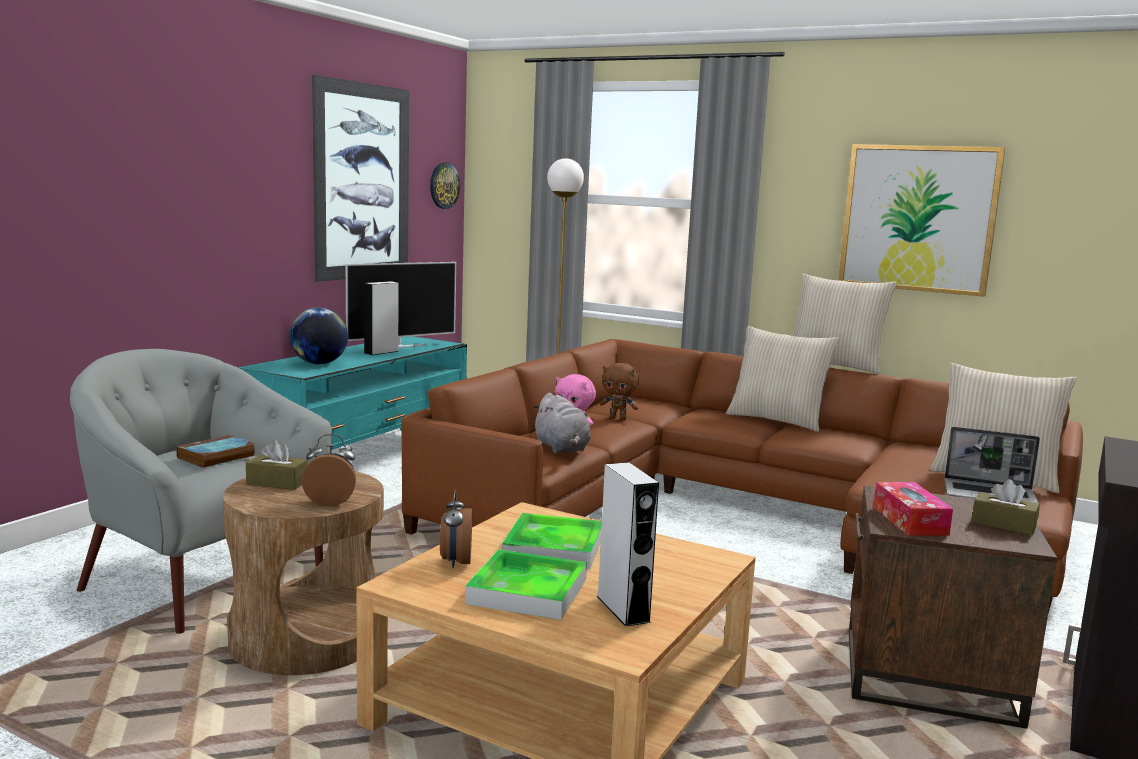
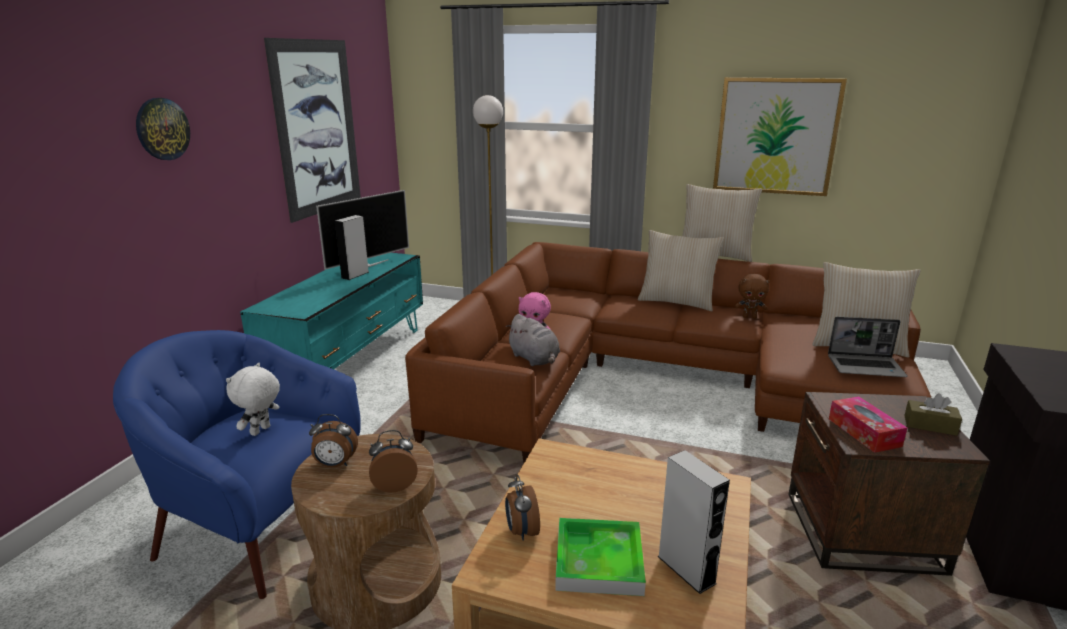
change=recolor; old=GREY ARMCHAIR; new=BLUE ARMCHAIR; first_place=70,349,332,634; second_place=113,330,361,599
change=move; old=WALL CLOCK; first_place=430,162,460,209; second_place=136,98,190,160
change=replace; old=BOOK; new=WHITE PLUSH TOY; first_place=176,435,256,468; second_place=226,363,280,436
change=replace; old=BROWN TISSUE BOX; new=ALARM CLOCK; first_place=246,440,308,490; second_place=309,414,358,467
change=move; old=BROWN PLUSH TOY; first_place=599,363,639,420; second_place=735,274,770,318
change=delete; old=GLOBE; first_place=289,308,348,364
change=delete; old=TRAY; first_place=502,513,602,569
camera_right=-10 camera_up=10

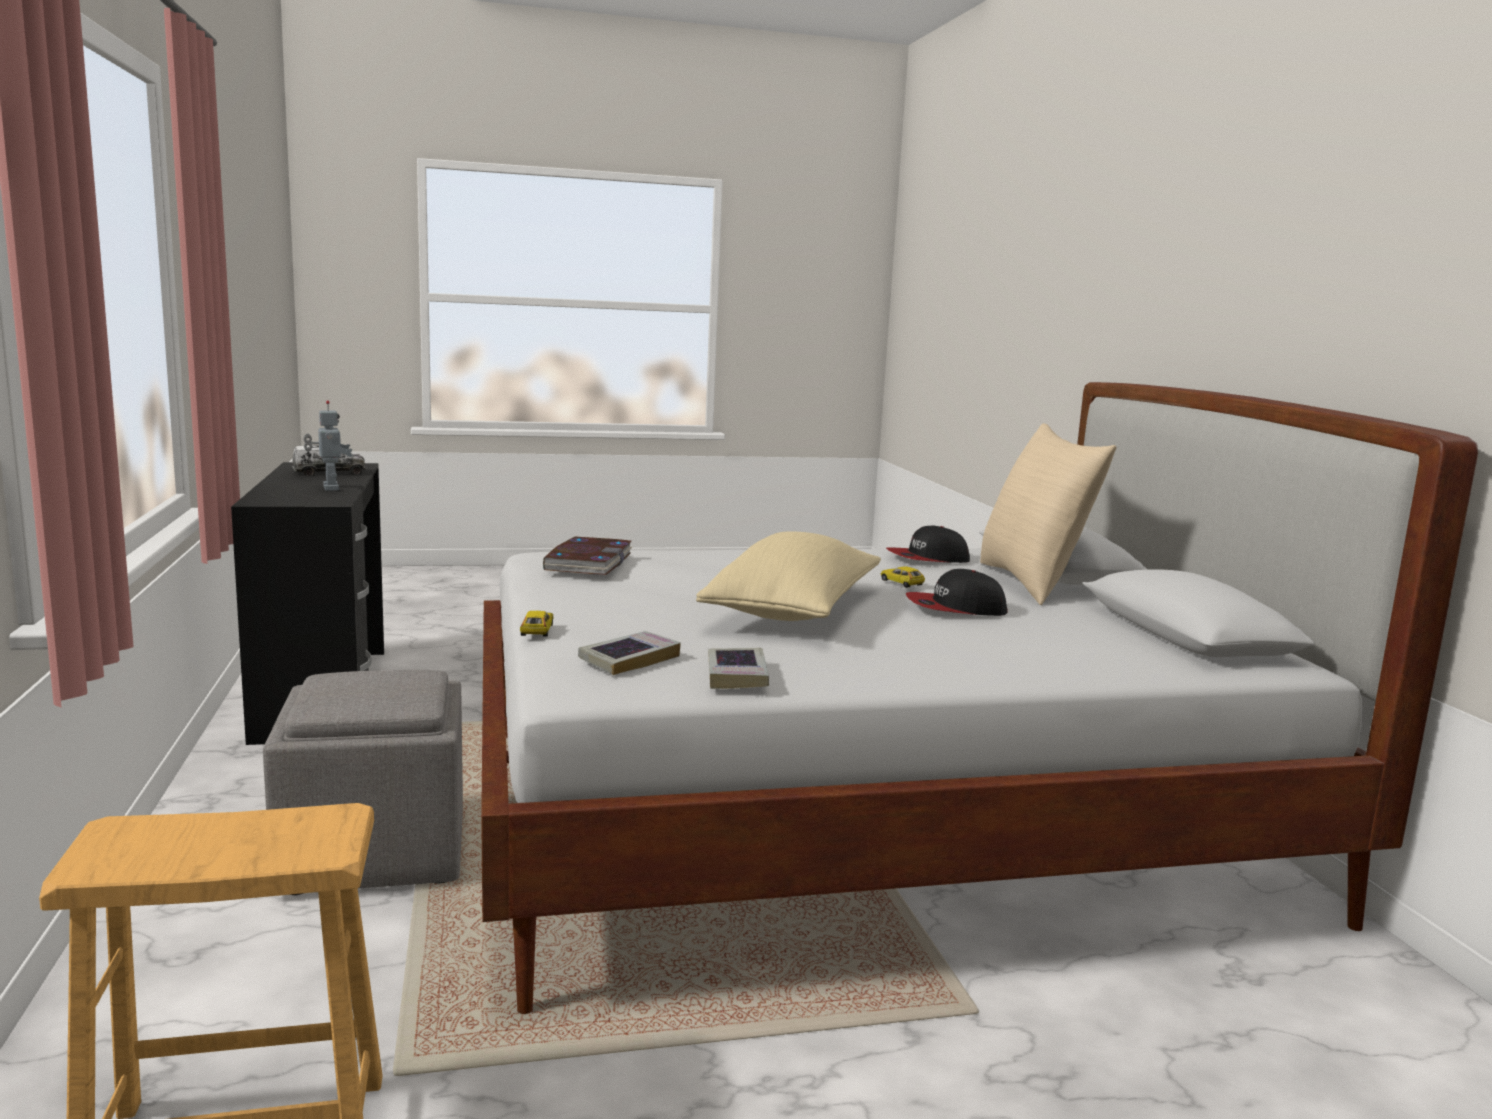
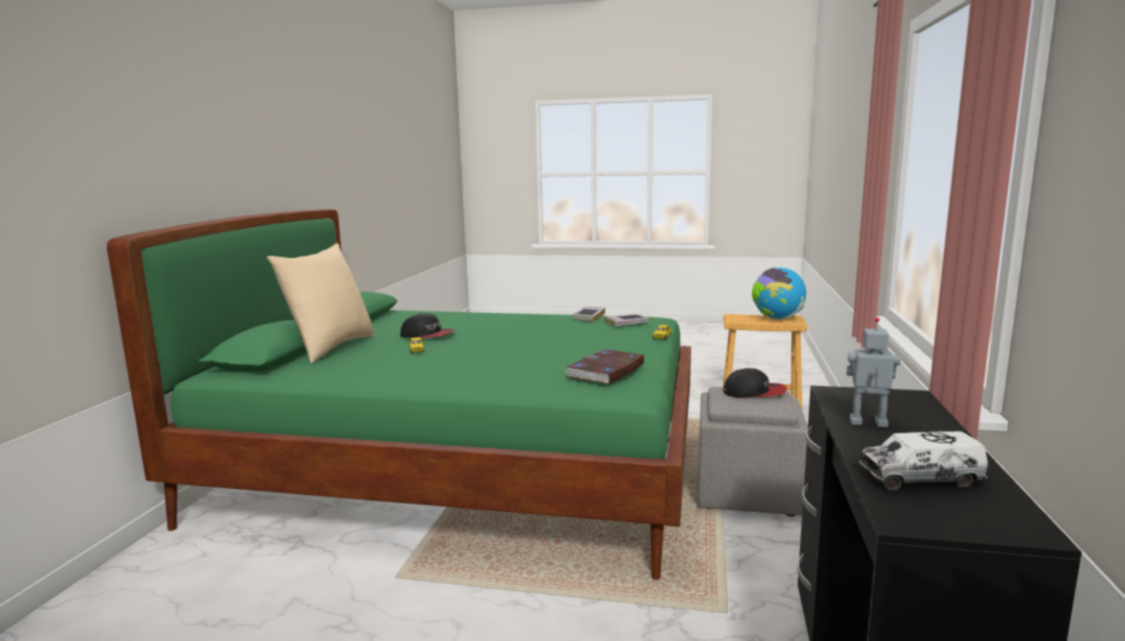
change=recolor; old=WHITE BED; new=GREEN BED; first_place=481,382,1478,1014; second_place=107,209,691,580
change=move; old=CAP; first_place=886,526,970,563; second_place=723,368,787,398
change=insert; new=GLOBE; second_place=752,268,806,320
change=rotate; old=TOY ROBOT; first_place=304,401,352,491; second_place=846,318,901,428; degrees=105
change=delete; old=BEIGE PILLOW; first_place=696,532,881,621
camera_right=-155 camera_up=0

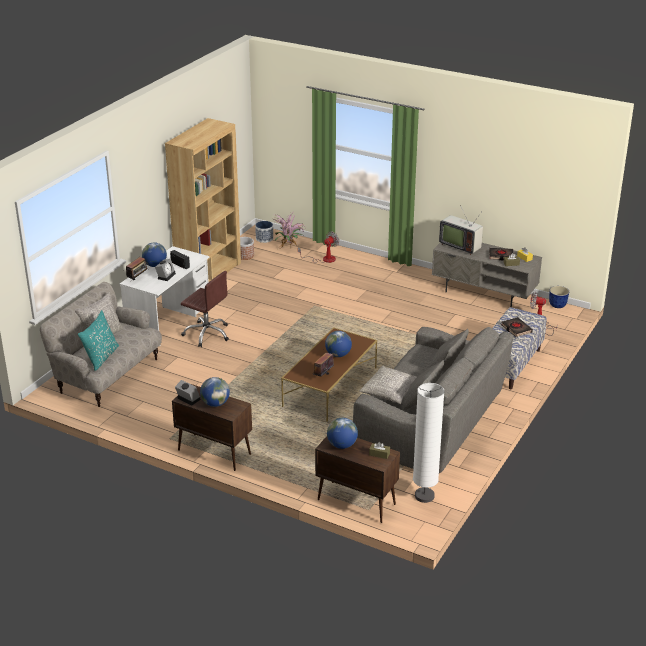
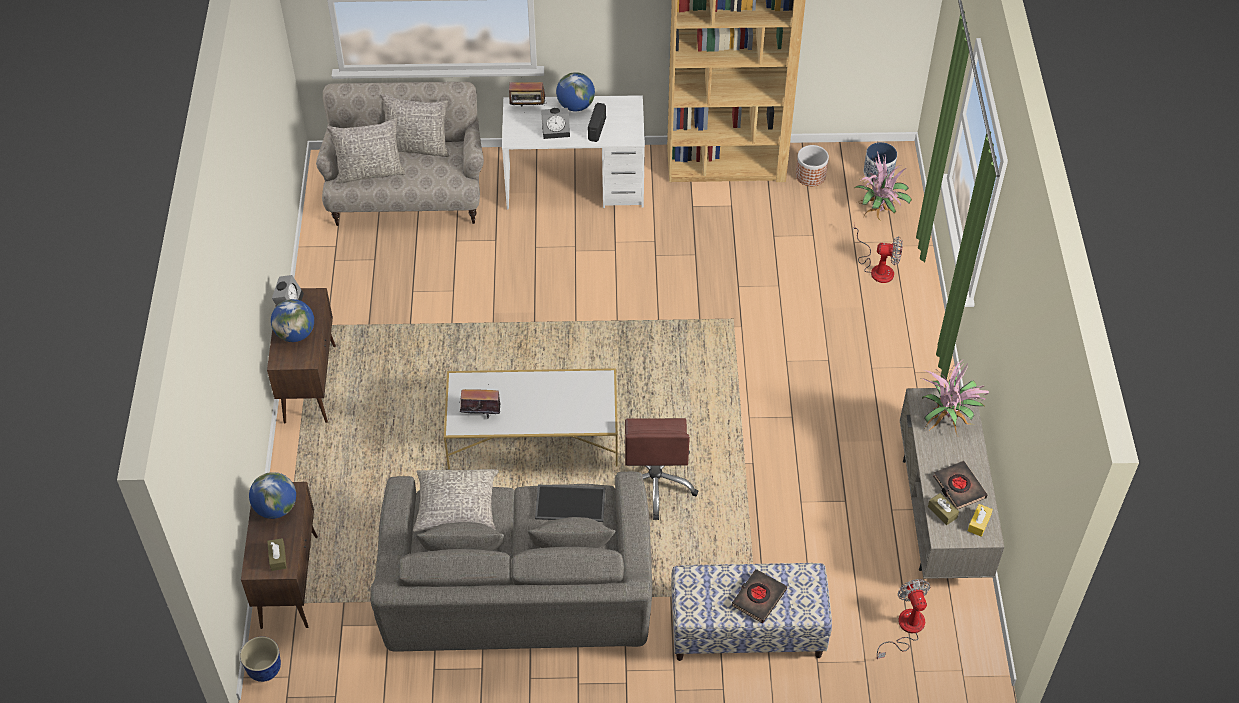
change=move; old=PLANTER; first_place=549,286,569,308; second_place=240,637,281,682
change=recolor; old=TURQUOISE PILLOW; new=GREY PILLOW; first_place=78,310,119,371; second_place=327,118,406,183
change=recolor; old=BROWN COFFEE TABLE; new=WHITE COFFEE TABLE; first_place=281,327,377,422; second_place=444,368,618,469
change=insert; new=TRAY; second_place=535,484,605,522
change=move; old=BROWN OFFICE CHAIR; first_place=181,271,229,347; second_place=625,418,699,520
change=replace; old=TELEVISION; new=POTTED PLANT; first_place=439,205,483,255; second_place=921,359,989,436
change=delete; old=GLOBE; first_place=325,331,352,357
change=delete; old=WHITE FLOOR LAMP; first_place=413,383,444,503
camera_right=60 camera_up=20

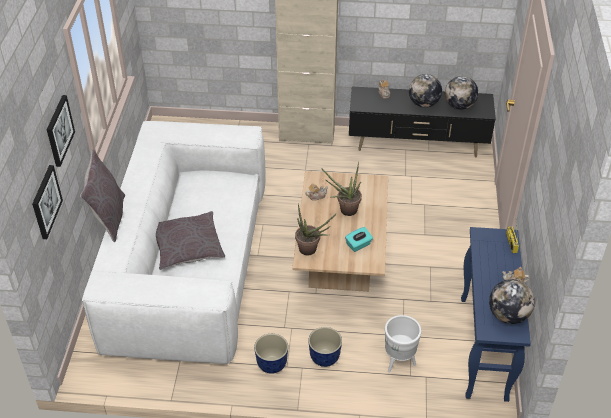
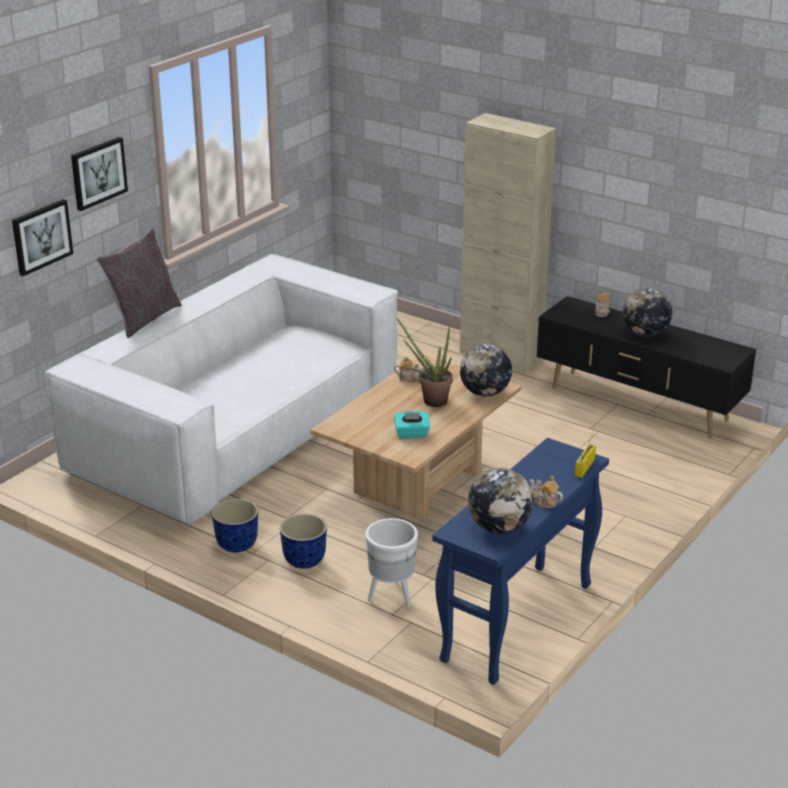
change=move; old=GLOBE; first_place=445,76,478,110; second_place=460,344,512,397
change=delete; old=GREY PILLOW; first_place=156,211,225,270
change=delete; old=POTTED PLANT; first_place=295,203,337,255
camera_right=30 camera_up=-15

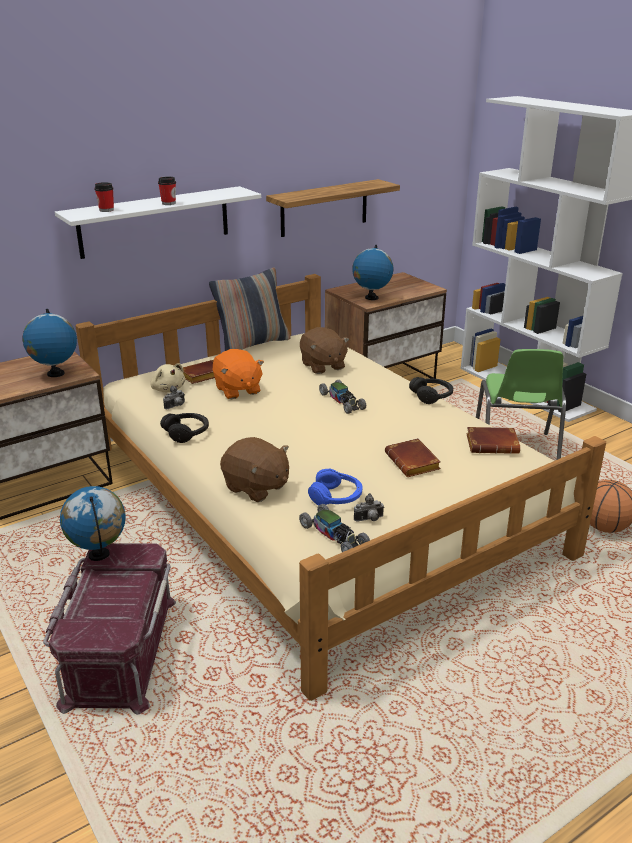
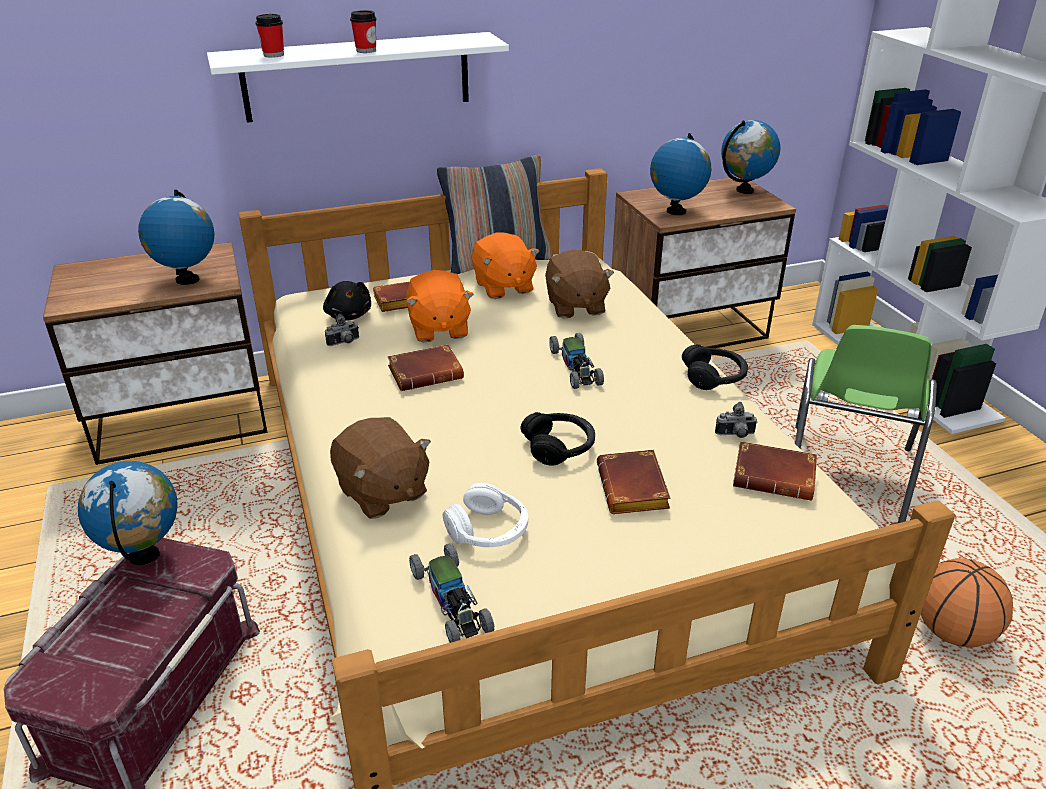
change=recolor; old=BEIGE PLUSH TOY; new=BLACK PLUSH TOY; first_place=150,363,185,392; second_place=323,281,371,321
change=insert; new=BROWN BOOK; second_place=388,345,464,391
change=recolor; old=BLUE HEADPHONES; new=WHITE HEADPHONES; first_place=308,469,362,506; second_place=443,483,528,547
change=insert; new=ORANGE PLUSH TOY; second_place=472,232,540,299
change=move; old=BLACK HEADPHONES; first_place=160,413,209,443; second_place=521,412,595,466
change=move; old=PHOTO CAMERA; first_place=354,493,384,521; second_place=715,402,757,438
change=insert; new=GLOBE; second_place=721,120,780,194
change=delete; old=SHELF; first_place=266,179,400,237
camera_right=15 camera_up=5

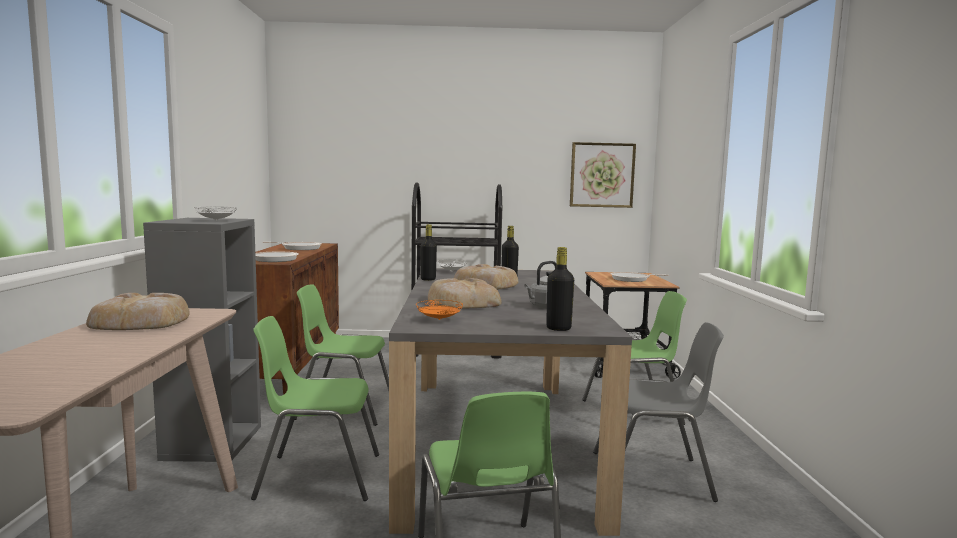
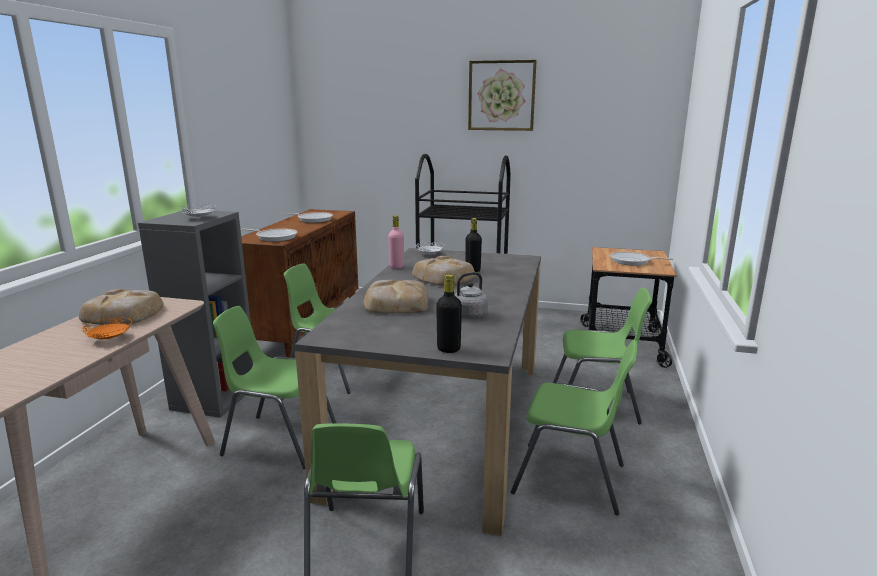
change=move; old=ORANGE PLATE; first_place=416,300,463,320; second_place=81,317,132,339
change=recolor; old=BLACK BOTTLE; new=PINK BOTTLE; first_place=420,224,437,281; second_place=388,215,404,269
change=move; old=PICTURE; first_place=570,142,636,208; second_place=468,60,537,131
change=recolor; old=GREY CHAIR; new=GREEN CHAIR; first_place=593,322,724,502; second_place=511,340,638,515
camera_right=15 camera_up=10

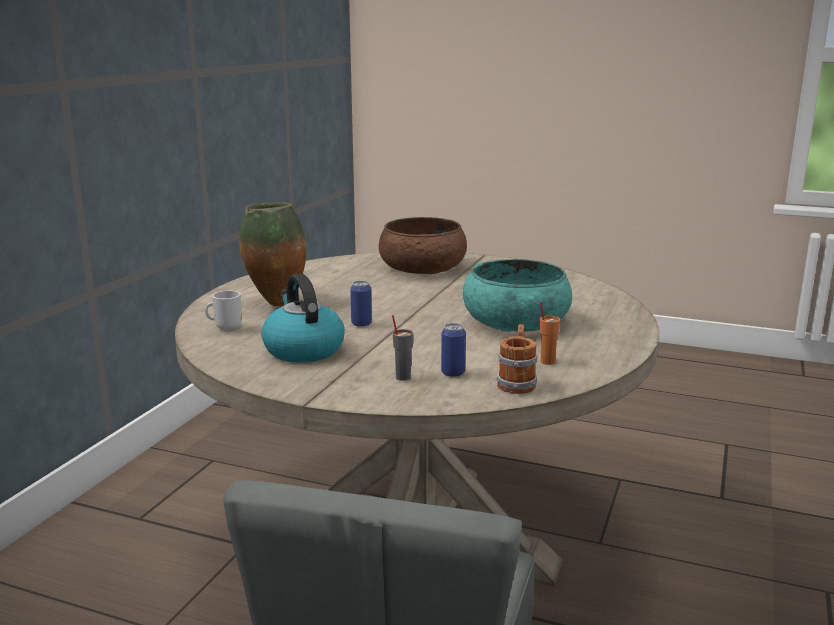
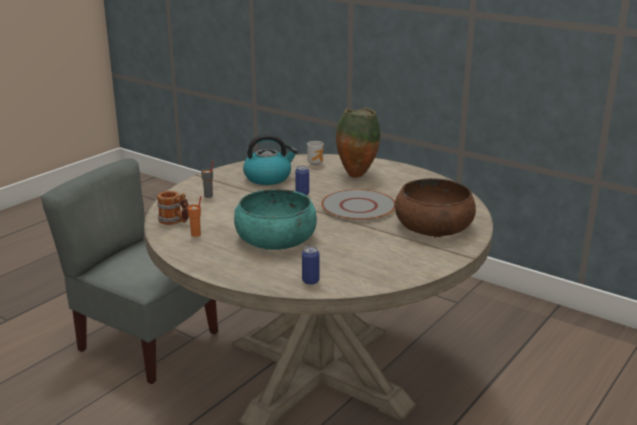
change=move; old=CAN; first_place=441,323,466,377; second_place=302,246,319,285
change=insert; new=GREY PLATE; second_place=321,189,395,221
camera_right=105 camera_up=5

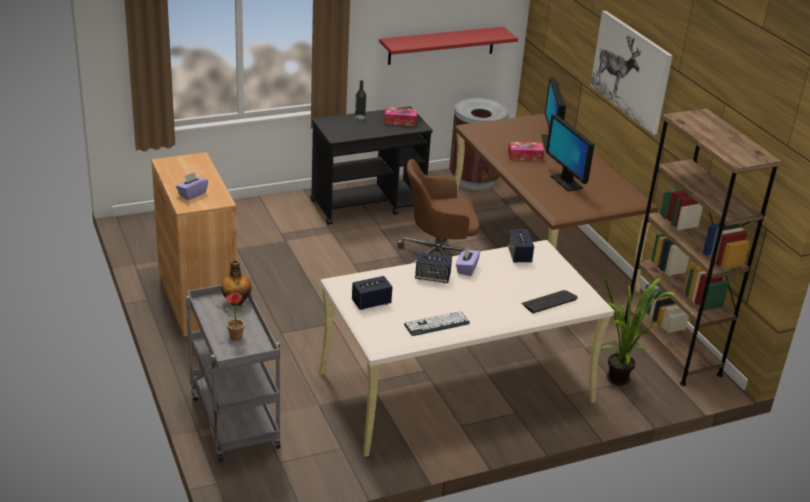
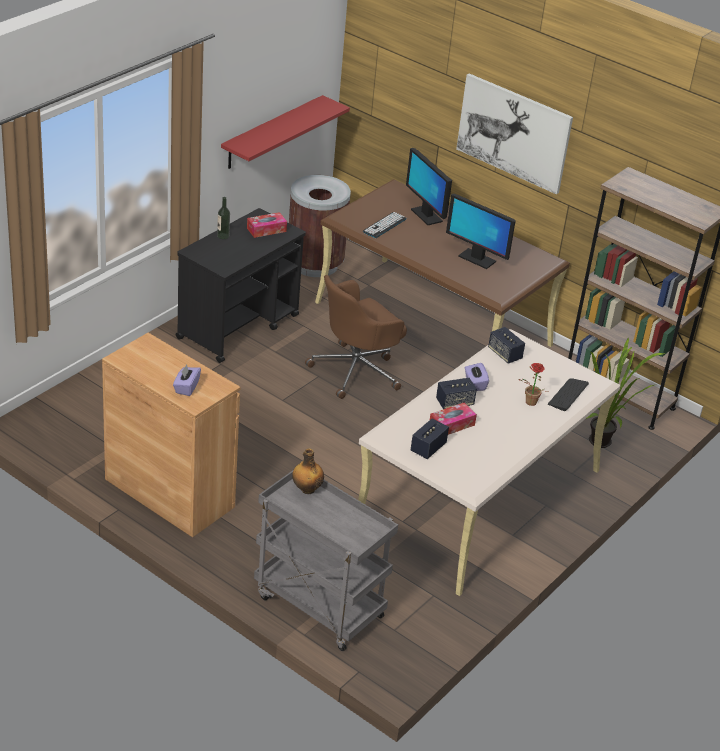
change=move; old=KEYBOARD; first_place=404,312,470,336; second_place=363,212,407,238
change=move; old=TISSUE BOX; first_place=508,142,544,161; second_place=430,403,477,435
change=move; old=POTTED PLANT; first_place=216,293,245,340; second_place=518,363,548,406
camera_right=-30 camera_up=5

